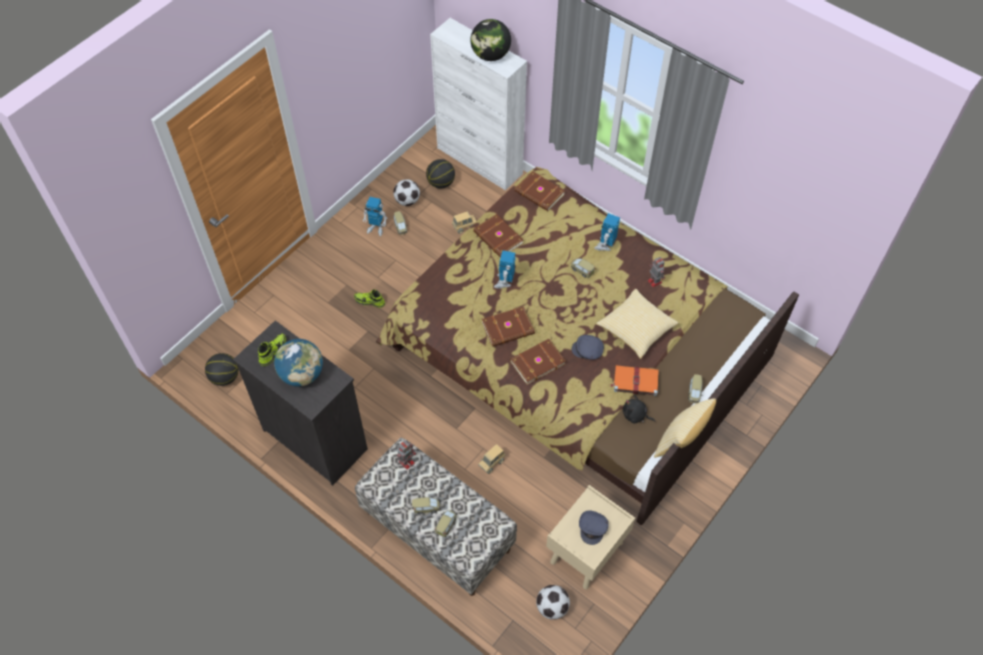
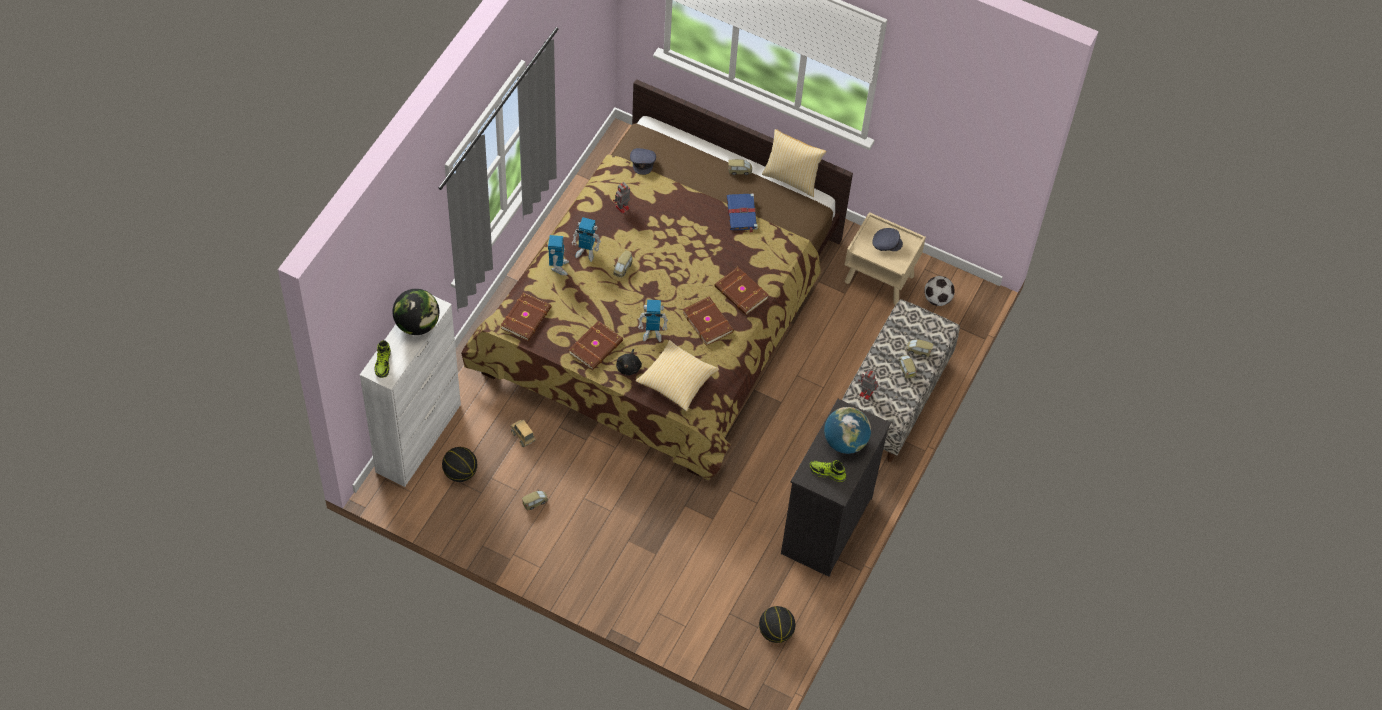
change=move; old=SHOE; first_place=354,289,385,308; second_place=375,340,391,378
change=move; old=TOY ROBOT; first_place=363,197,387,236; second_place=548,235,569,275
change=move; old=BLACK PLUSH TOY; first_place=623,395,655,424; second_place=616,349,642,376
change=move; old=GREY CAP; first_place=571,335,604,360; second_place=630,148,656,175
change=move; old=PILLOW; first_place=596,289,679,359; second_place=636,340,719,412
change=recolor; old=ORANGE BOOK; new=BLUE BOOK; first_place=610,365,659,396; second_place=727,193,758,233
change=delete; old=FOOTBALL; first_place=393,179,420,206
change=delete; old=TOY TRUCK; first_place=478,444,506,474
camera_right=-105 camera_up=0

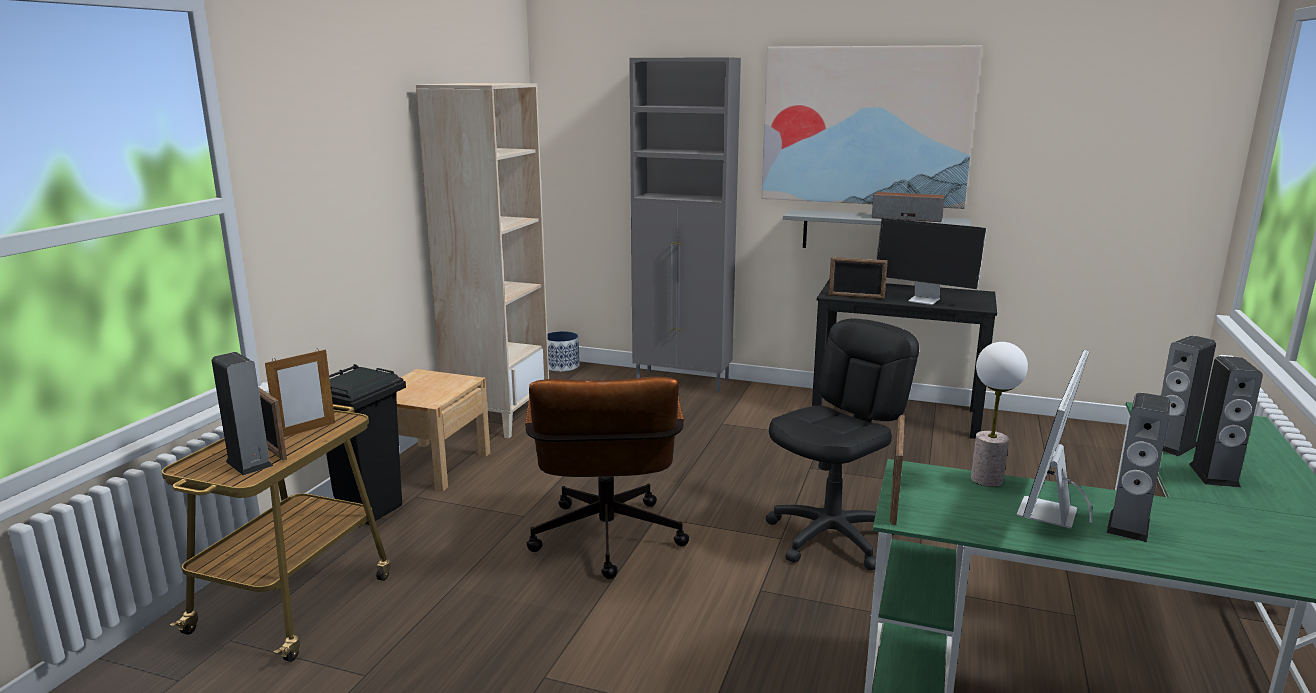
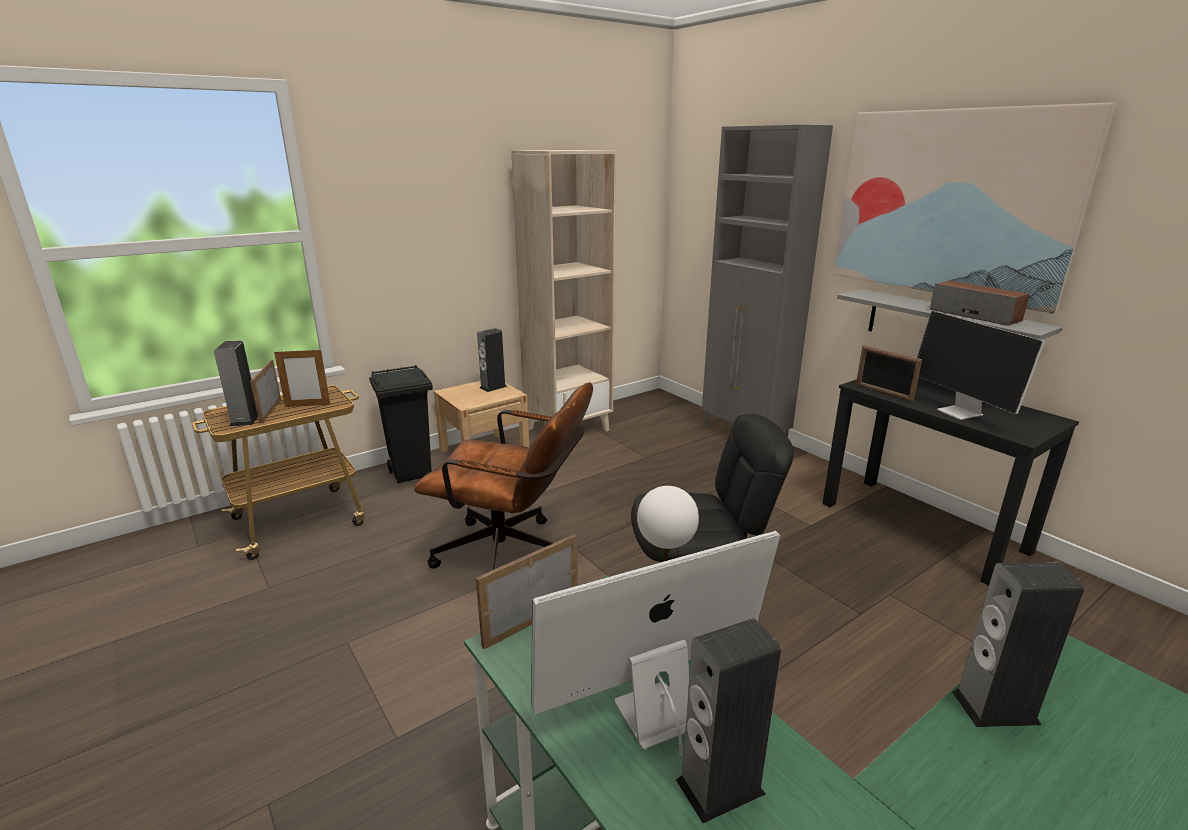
change=rotate; old=BROWN OFFICE CHAIR; first_place=525,376,689,579; second_place=414,382,593,571; degrees=-105
change=move; old=SPEAKER; first_place=1189,356,1263,488; second_place=477,328,507,392
change=delete; old=PLANTER; first_place=547,331,580,372
camera_right=35 camera_up=5

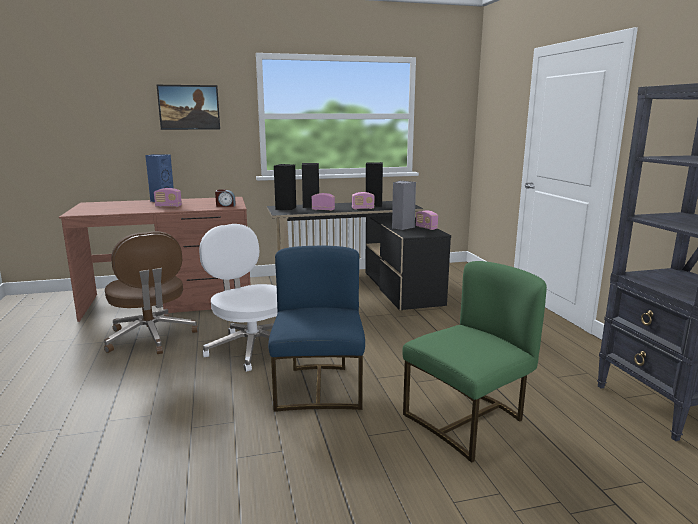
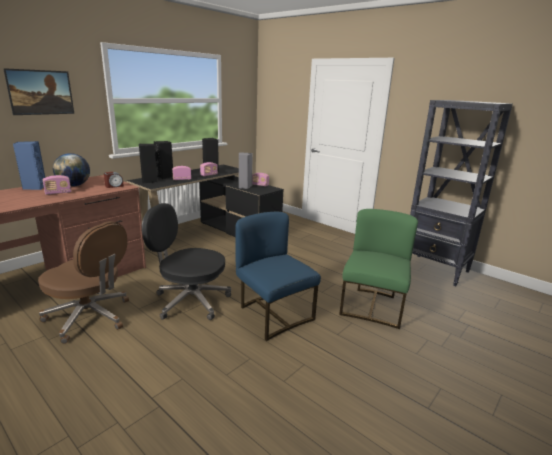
change=insert; new=GLOBE; second_place=53,153,90,186
change=recolor; old=WHITE OFFICE CHAIR; new=BLACK OFFICE CHAIR; first_place=199,224,278,372; second_place=142,203,231,320
camera_right=-35 camera_up=5

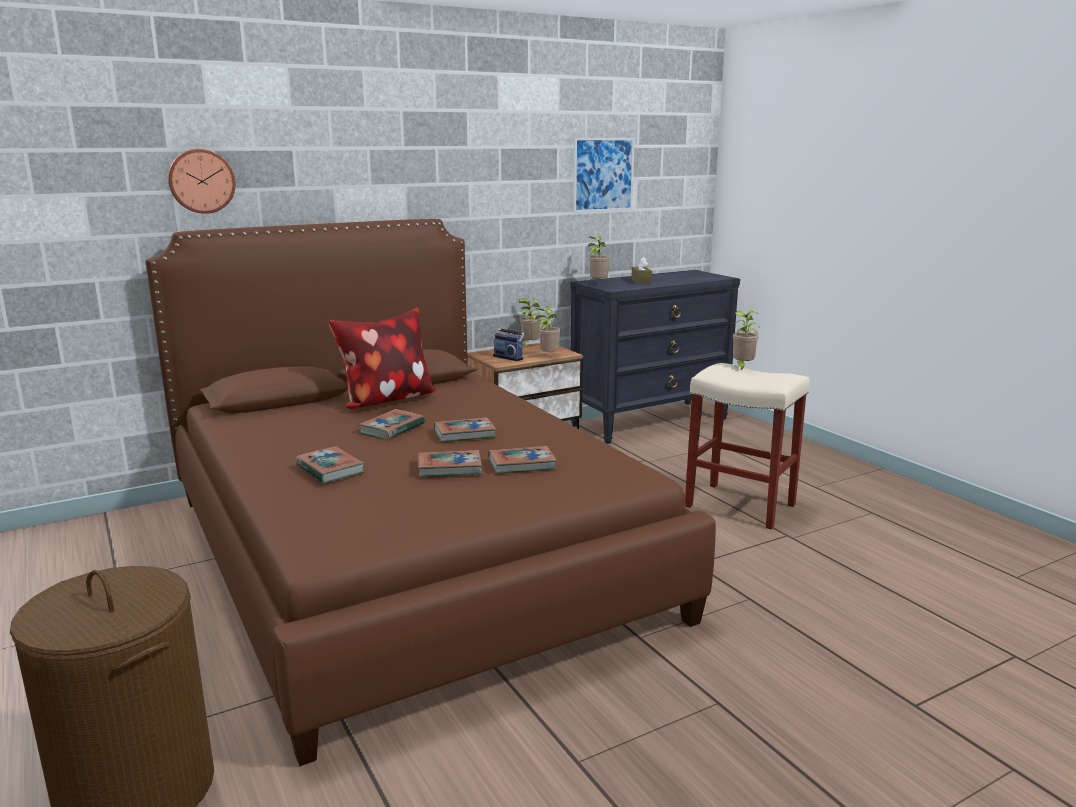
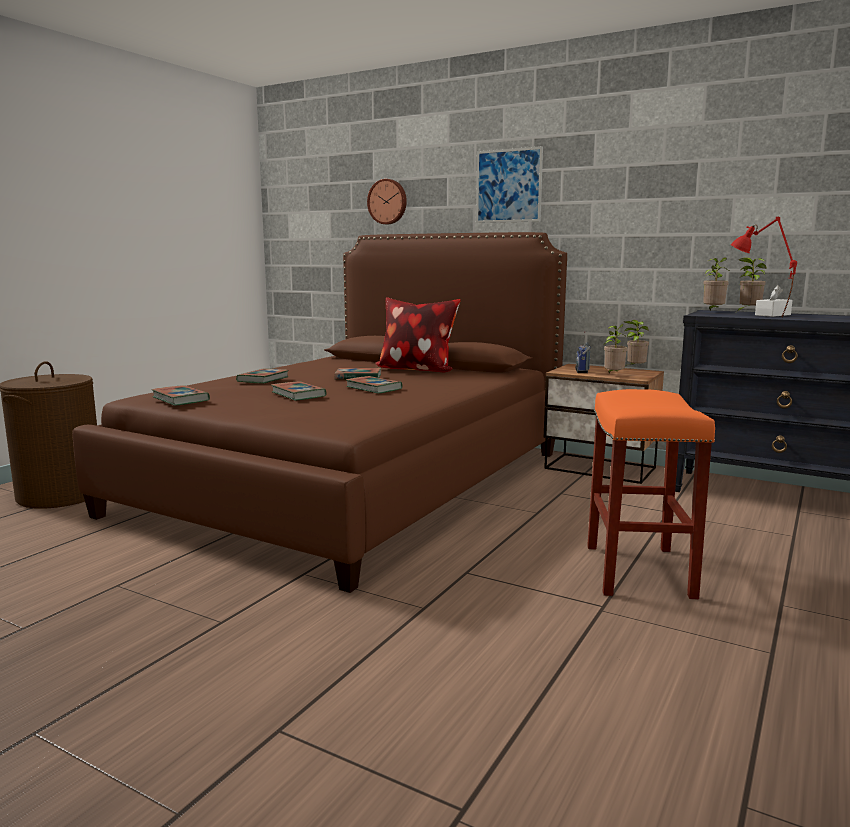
change=move; old=BOOK; first_place=489,446,557,474; second_place=151,385,210,406
change=move; old=PICTURE; first_place=573,138,635,213; second_place=476,146,543,223
change=recolor; old=BEIGE STOOL; new=ORANGE STOOL; first_place=685,363,810,529; second_place=587,389,715,599
change=insert; new=RED TABLE LAMP; second_place=731,216,797,318
change=move; old=POTTED PLANT; first_place=733,311,760,371; second_place=737,257,767,311
change=recolor; old=BROWN TISSUE BOX; new=WHITE TISSUE BOX; first_place=631,257,652,283; second_place=755,285,793,317
camera_right=60 camera_up=-5

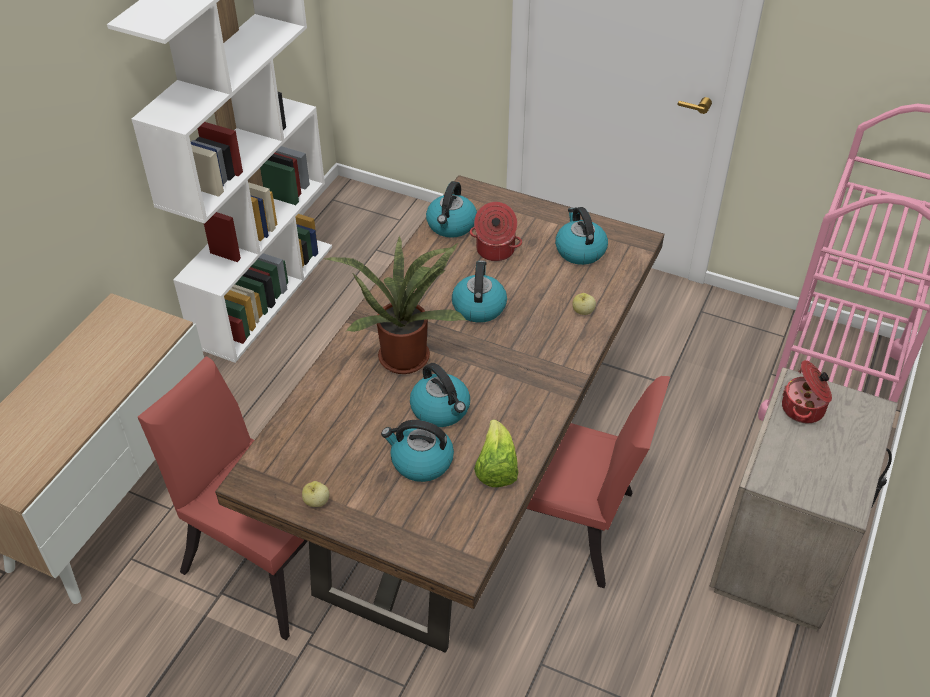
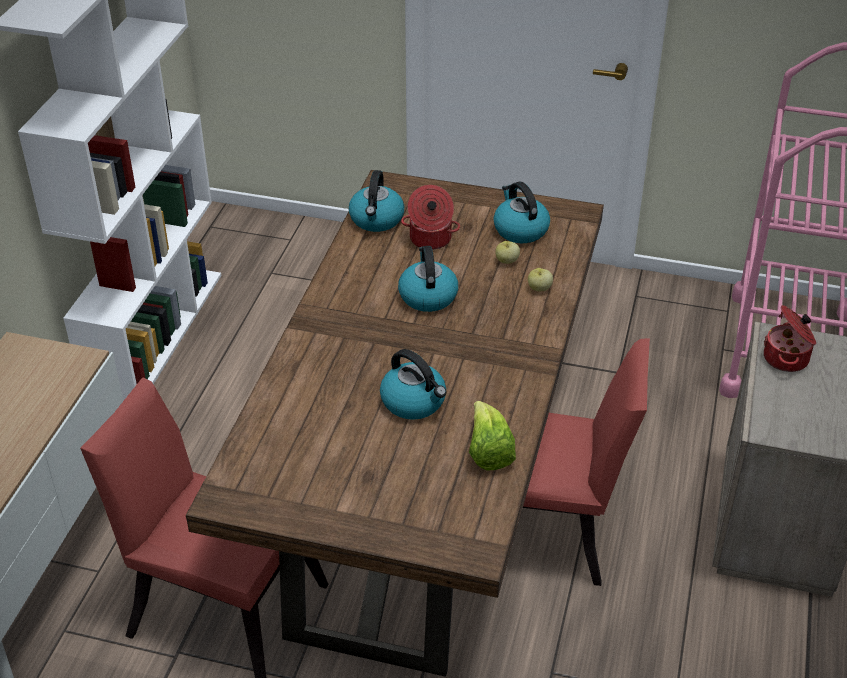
change=move; old=APPLE; first_place=302,481,330,507; second_place=495,241,520,264
change=delete; old=POTTED PLANT; first_place=323,236,467,374
change=delete; old=KETTLE; first_place=381,420,454,482
camera_right=-10 camera_up=-5

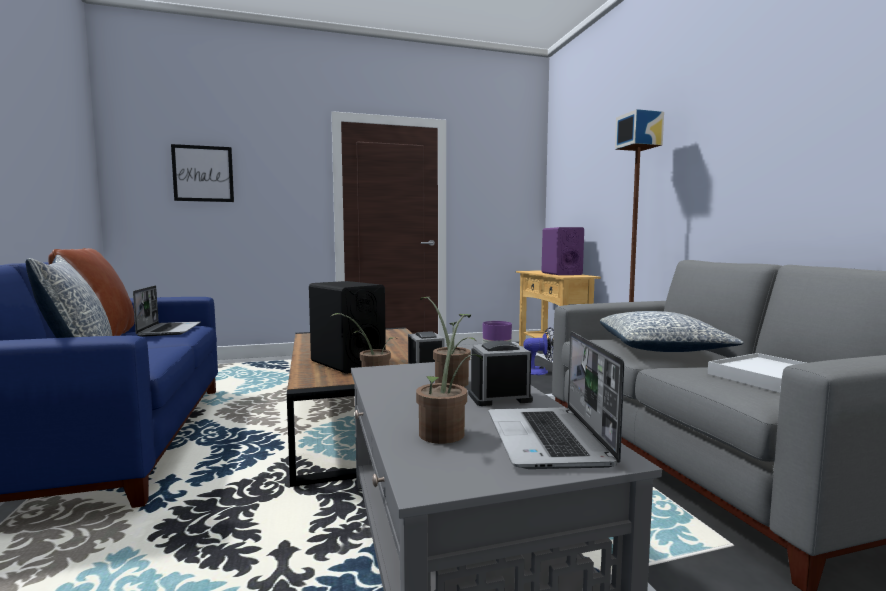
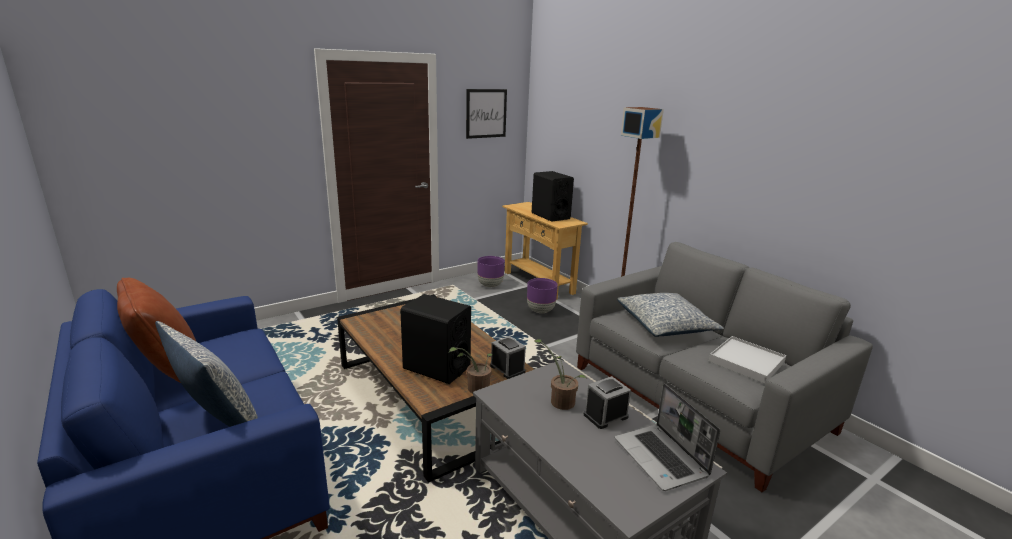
change=move; old=PICTURE; first_place=171,144,234,202; second_place=466,89,507,139
change=replace; old=FAN; new=PURPLE PLANTER; first_place=523,327,554,375; second_place=527,278,558,313
change=recolor; old=PURPLE SPEAKER; new=BLACK SPEAKER; first_place=542,227,584,275; second_place=532,171,574,222
change=delete; old=LAPTOP; first_place=133,286,201,337
change=delete; old=POTTED PLANT; first_place=416,314,483,444
camera_right=-20 camera_up=15

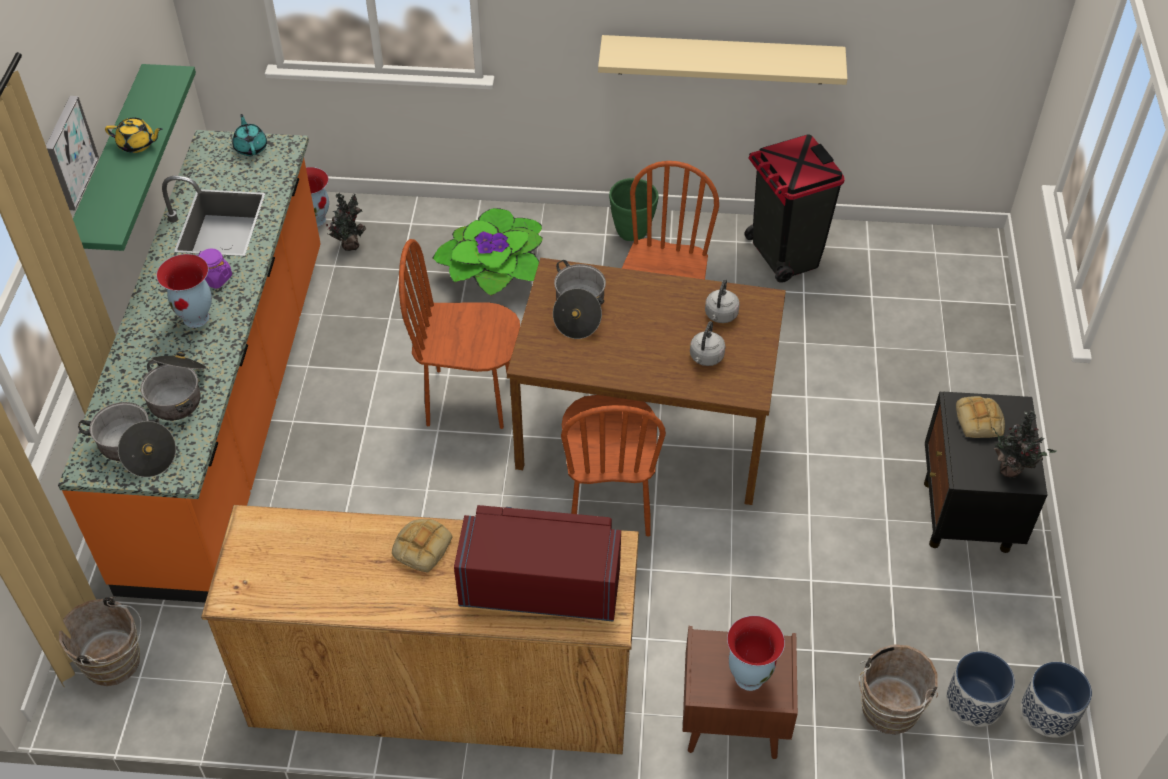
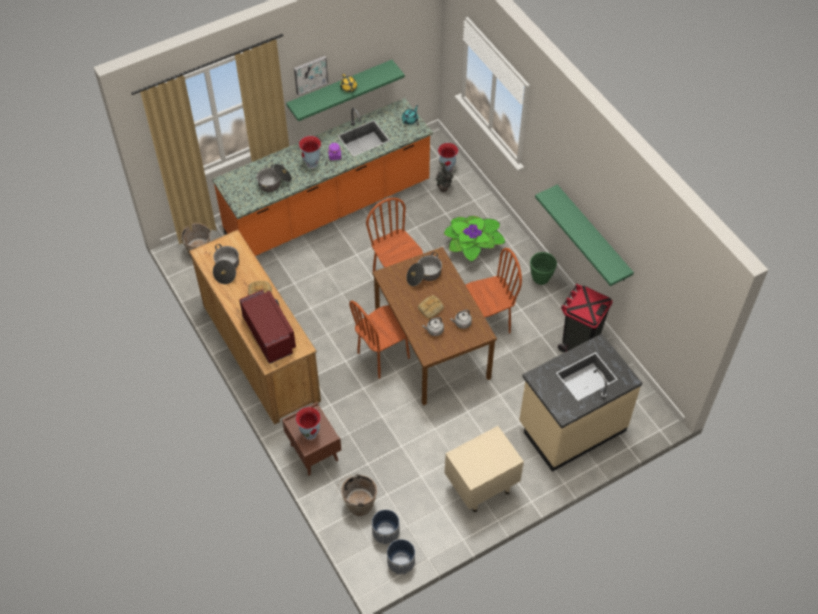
change=move; old=COOKING POT; first_place=78,402,176,477; second_place=213,244,239,284
change=move; old=BREAD; first_place=956,396,1005,438; second_place=418,295,444,319
change=recolor; old=BLACK NIGHTSTAND; new=BEIGE NIGHTSTAND; first_place=924,392,1048,553; second_place=445,426,524,512
change=insert; new=BEIGE COUNTER; second_place=519,334,642,472
change=recolor; old=BEIGE SHELF; new=GREEN SHELF; first_place=598,35,847,85; second_place=535,185,634,286
change=delete; old=POTTED PLANT; first_place=991,411,1057,478
camera_right=55 camera_up=5

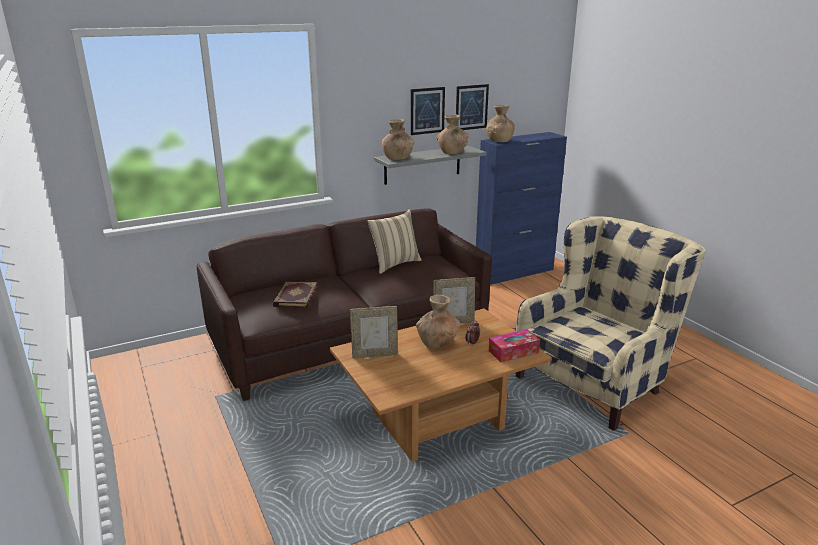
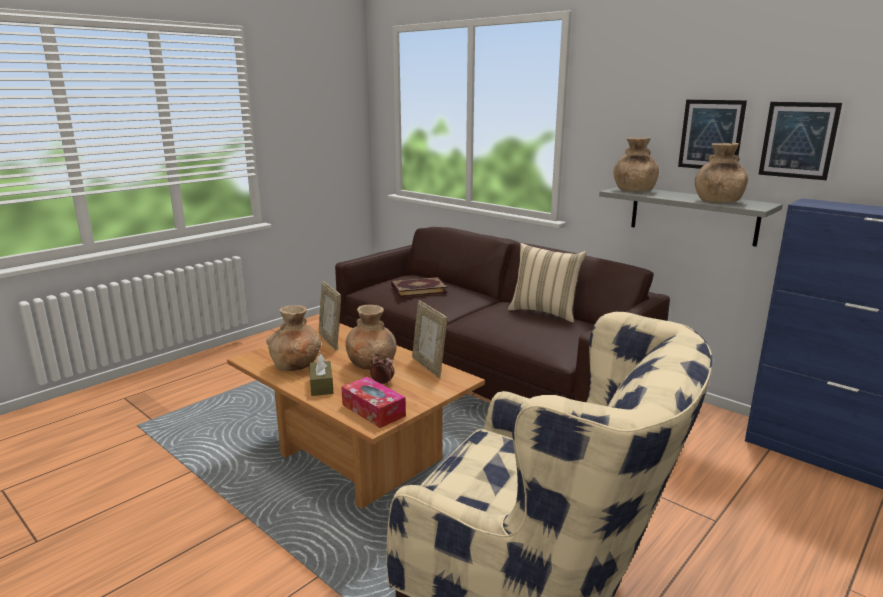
change=move; old=BROWN VASE; first_place=486,105,515,142; second_place=266,305,321,371
change=insert; new=BROWN TISSUE BOX; second_place=309,354,333,396
camera_right=70 camera_up=-5

